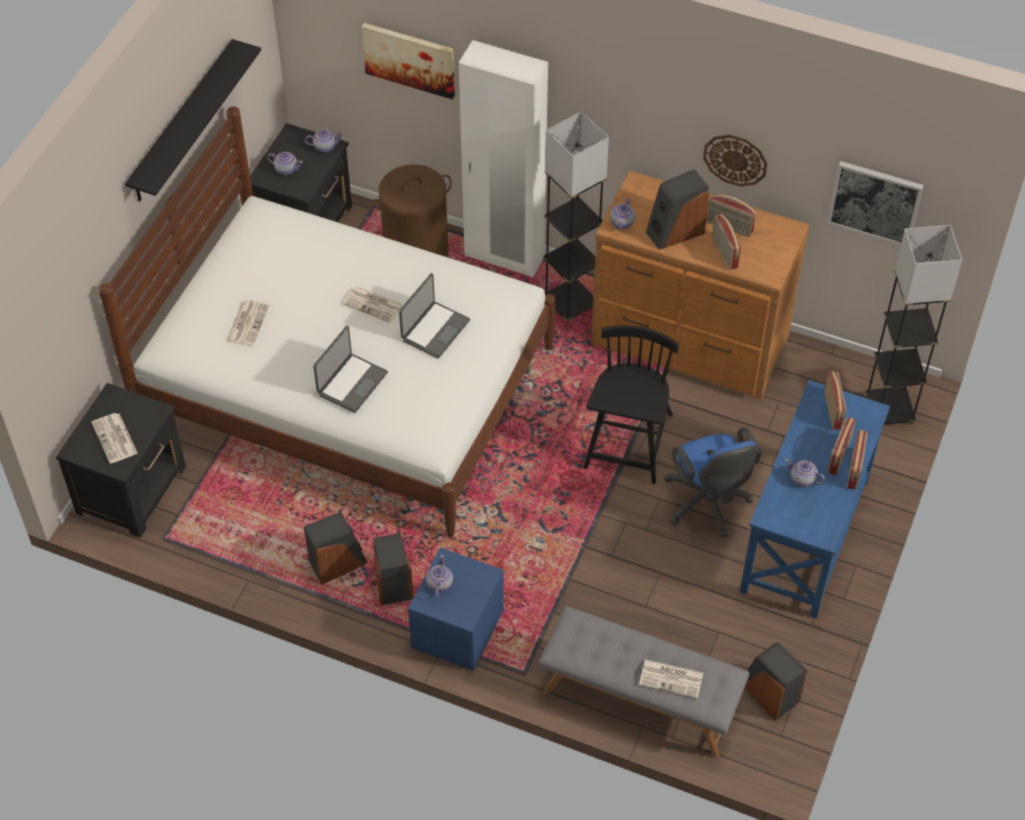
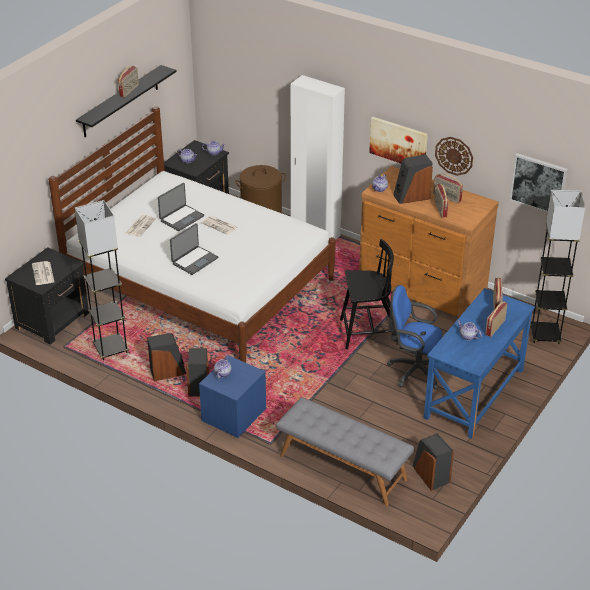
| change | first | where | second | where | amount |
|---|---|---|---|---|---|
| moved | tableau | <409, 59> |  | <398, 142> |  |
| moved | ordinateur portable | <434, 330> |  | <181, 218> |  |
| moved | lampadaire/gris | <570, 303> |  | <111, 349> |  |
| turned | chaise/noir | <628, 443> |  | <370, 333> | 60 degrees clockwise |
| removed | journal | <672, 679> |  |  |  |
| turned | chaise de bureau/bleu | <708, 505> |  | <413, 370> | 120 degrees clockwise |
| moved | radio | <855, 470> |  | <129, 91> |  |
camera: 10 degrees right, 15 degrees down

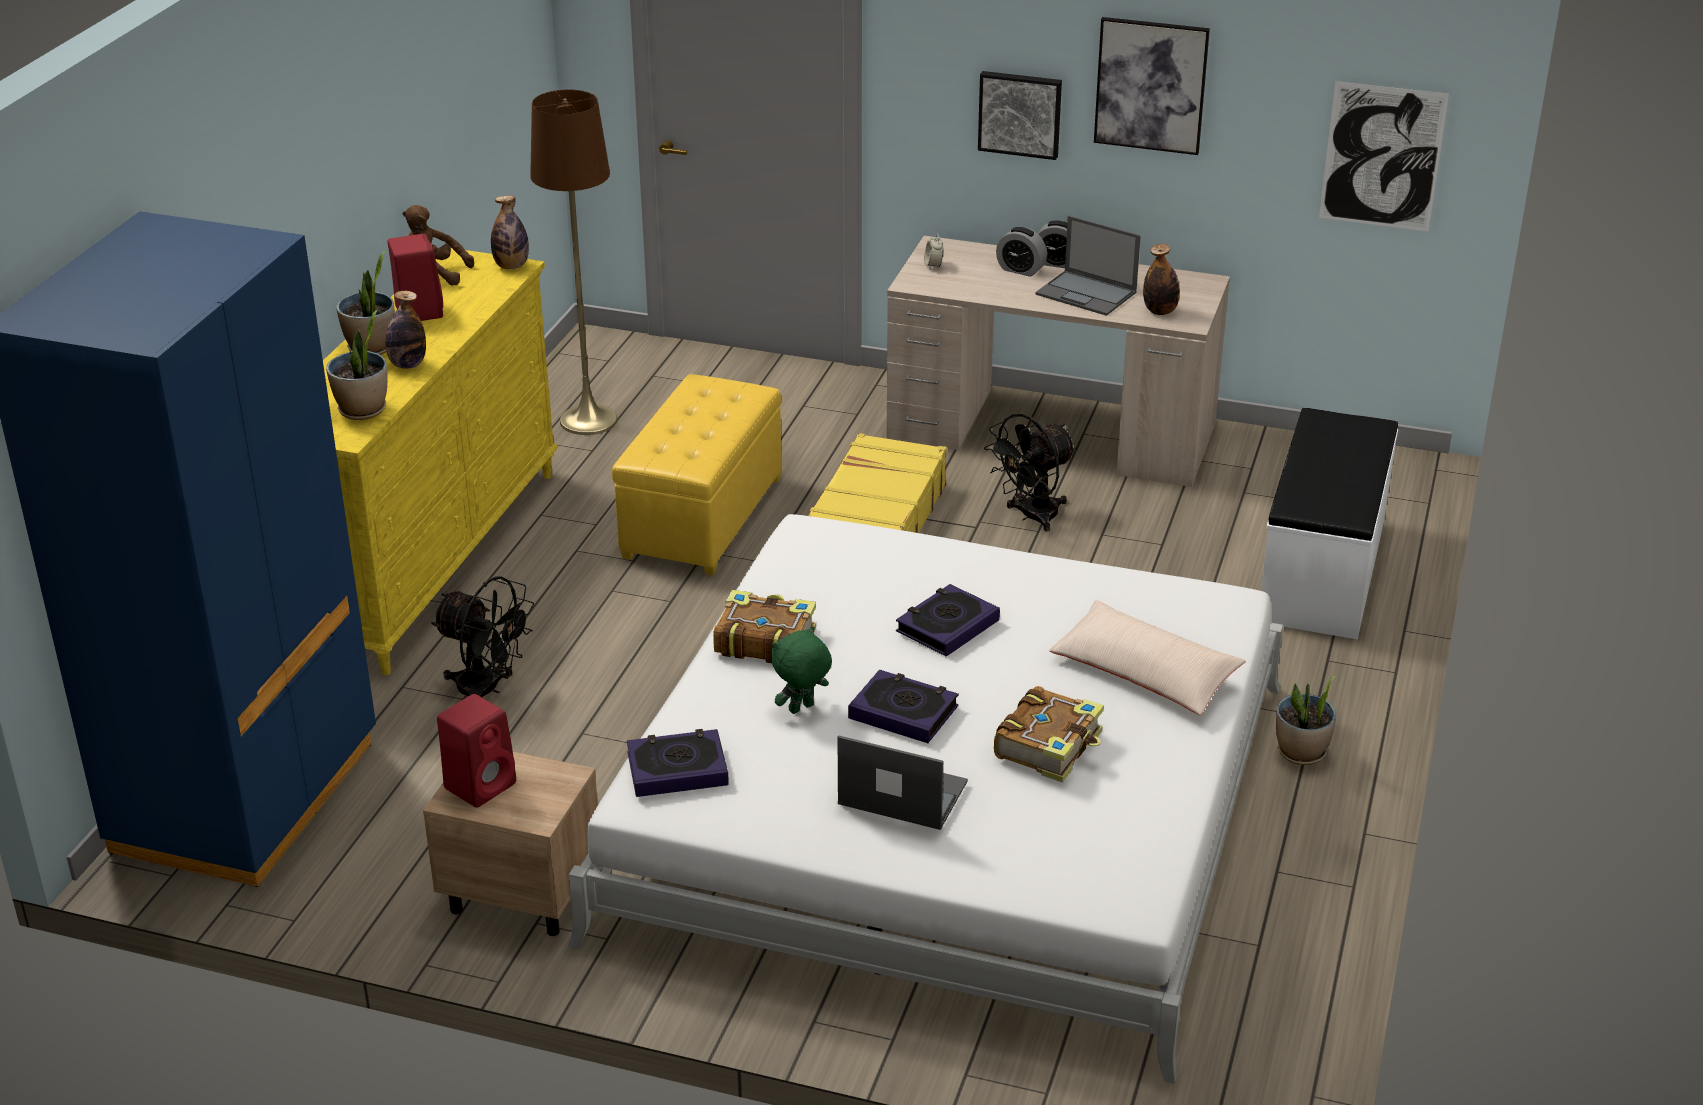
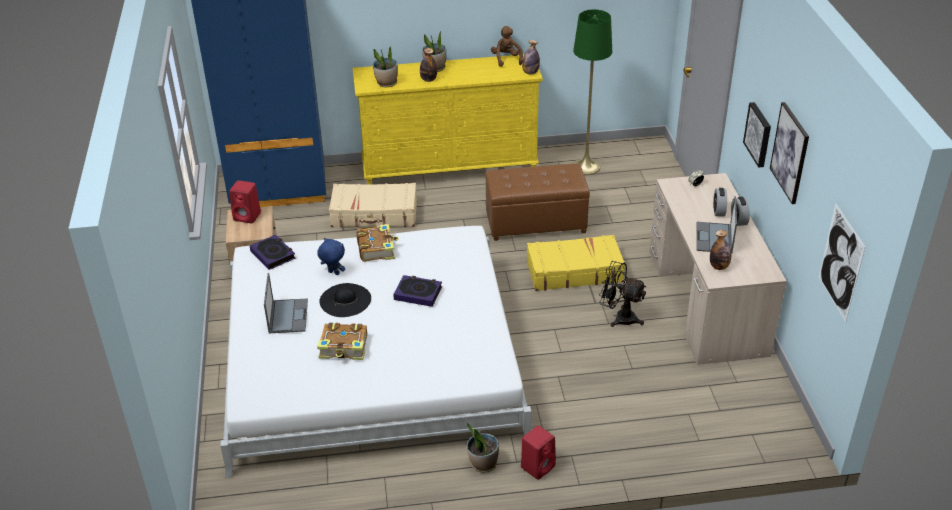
| change | first | where | second | where | amount |
|---|---|---|---|---|---|
| moved | enceinte/rouge | <418, 311> |  | <538, 466> |  |
| replaced | ventilateur/noir | <488, 690> | valise/beige | <374, 214> |  |
| recoloured | lampadaire/marron | <588, 420> | lampadaire/vert | <586, 167> |  |
| recoloured | pouf/jaune | <701, 517> | pouf/marron | <535, 222> |  |
| recoloured | peluche/vert | <802, 709> | peluche/bleu | <333, 273> |  |
| replaced | livre | <903, 712> | chapeau/noir | <345, 300> |  |
| removed | coussin/beige | <1145, 673> |  |  |  |
| removed | banc/blanc | <1324, 571> |  |  |  |
camera: 65 degrees right, 5 degrees up

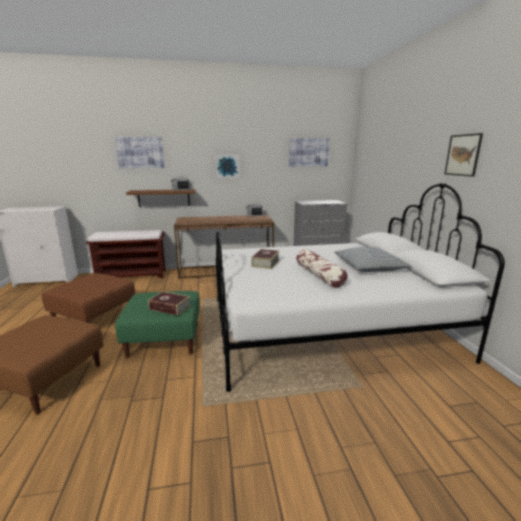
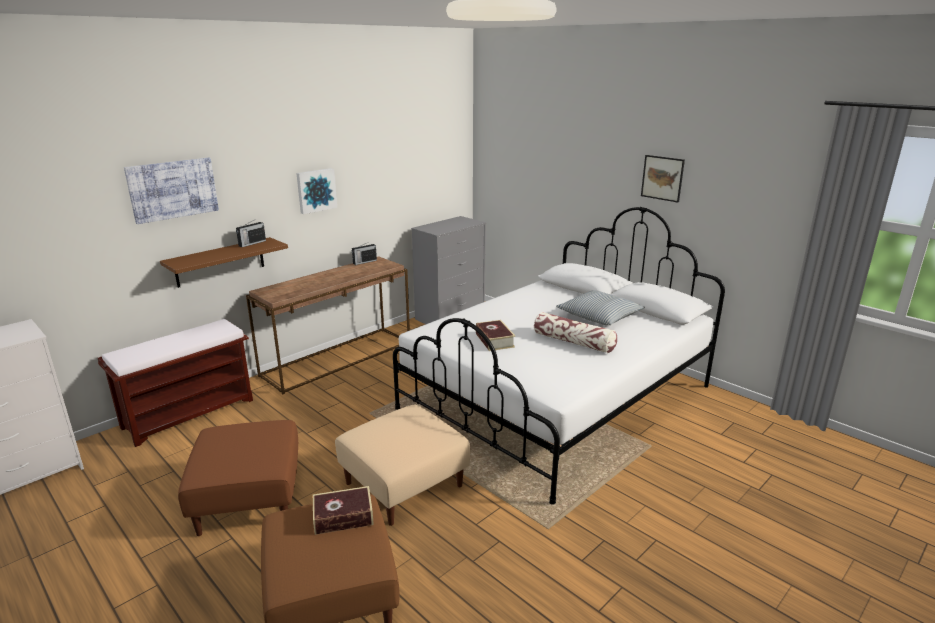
| change | first | where | second | where | amount |
|---|---|---|---|---|---|
| recoloured | pouf/vert | <164, 340> | pouf/beige | <404, 485> |  |
| moved | livre | <170, 307> |  | <343, 517> |  |
| removed | tableau | <308, 152> |  |  |  |
camera: 35 degrees left, 5 degrees up

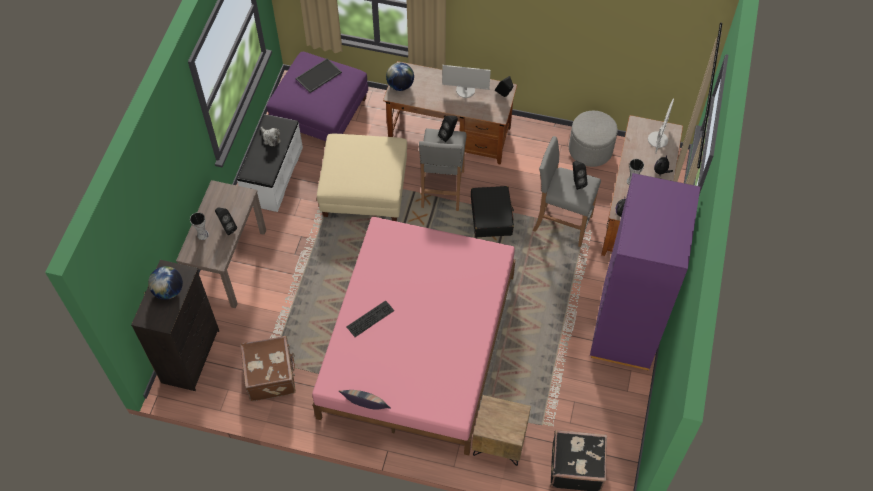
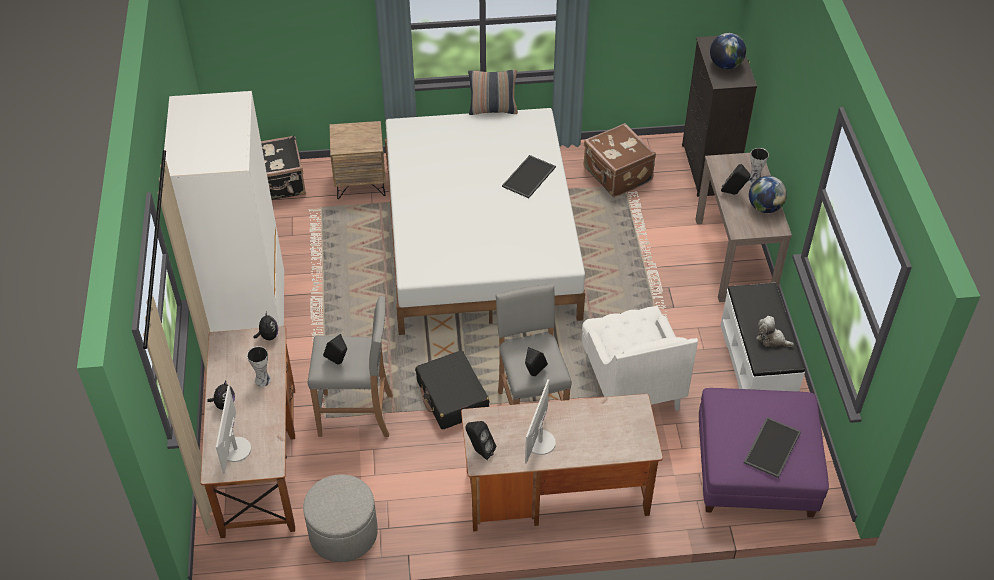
| change | first | where | second | where | amount |
|---|---|---|---|---|---|
| recoloured | lit/rose | <417, 345> | lit/blanc | <480, 239> |  |
| replaced | pouf/beige | <365, 189> | fauteuil/blanc | <631, 383> |  |
| replaced | clavier | <370, 317> | plateau | <529, 177> |  |
| moved | globe | <400, 85> |  | <764, 207> |  |
| turned | écran d'ordinateur | <465, 90> |  | <539, 442> | 60 degrees counterclockwise |
| recoloured | armoire/violet | <625, 328> | armoire/blanc | <248, 317> |  |
camera: 160 degrees right, 10 degrees down

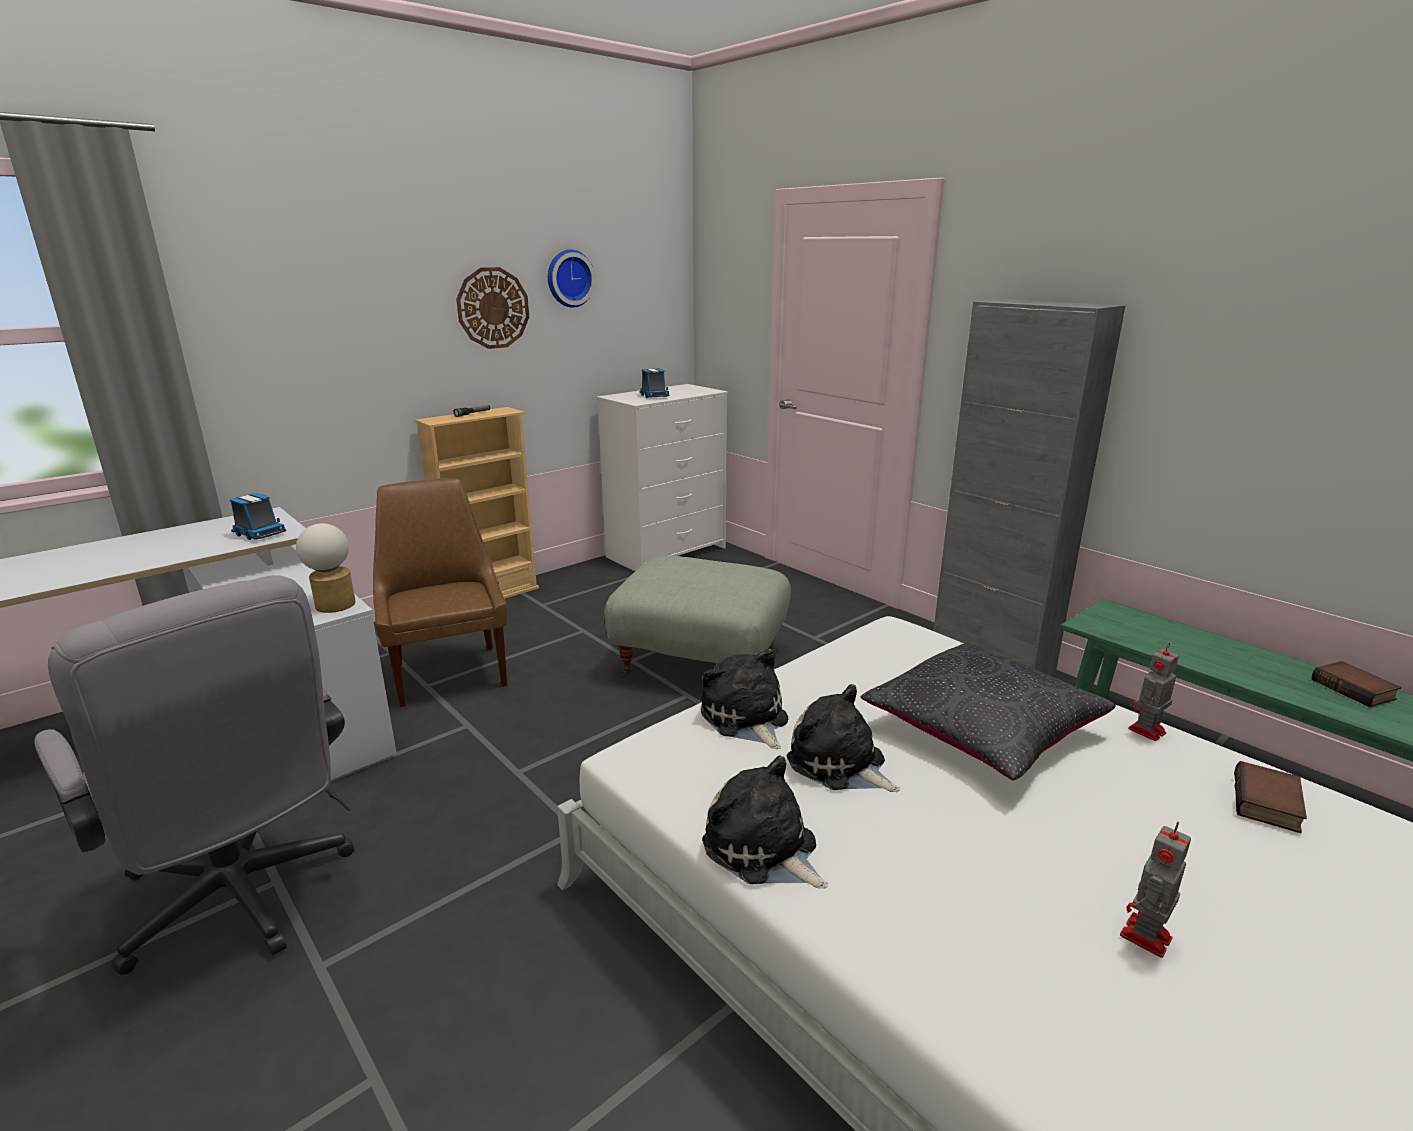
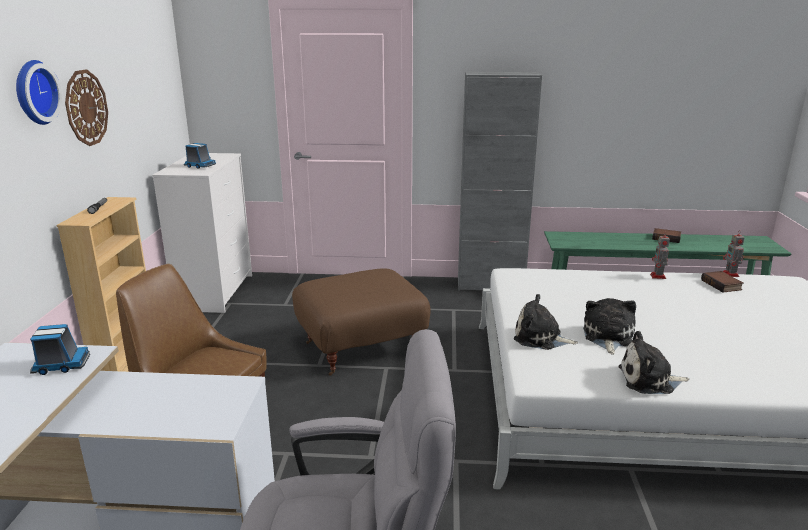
| change | first | where | second | where | amount |
|---|---|---|---|---|---|
| removed | lampe de table | <334, 602> |  |  |  |
| moved | horloge murale | <569, 278> |  | <33, 92> |  |
| recoloured | pouf/gris | <702, 662> | pouf/marron | <361, 347> |  |
| turned | peluche | <840, 765> |  | <607, 337> | 105 degrees clockwise |
| removed | coussin/noir | <982, 729> |  |  |  |
| moved | robot jouet | <1145, 938> |  | <730, 275> |  |
camera: 45 degrees left, 0 degrees up

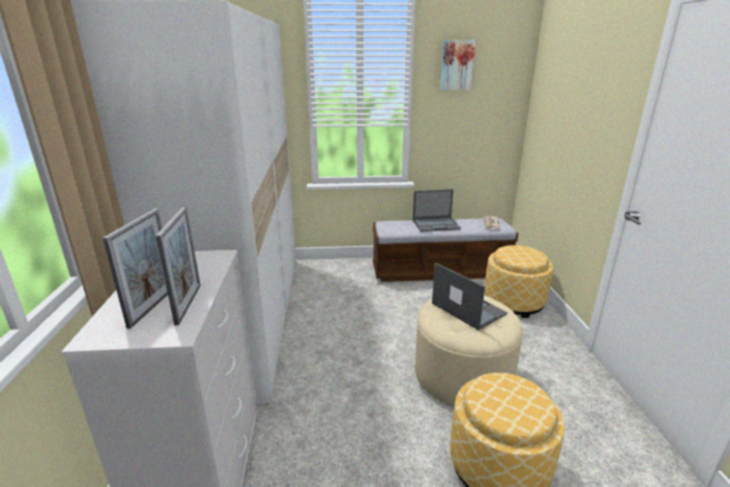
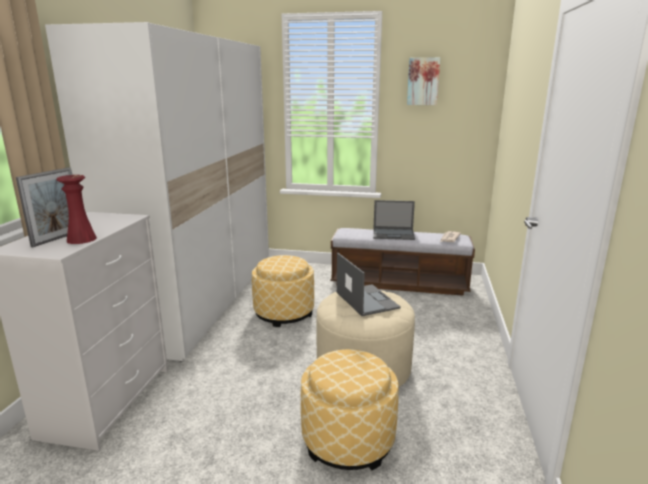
| change | first | where | second | where | amount |
|---|---|---|---|---|---|
| replaced | cadre photo | <188, 304> | vase/rouge | <81, 239> |  |
| moved | pouf | <513, 302> |  | <284, 313> |  |
camera: 15 degrees right, 5 degrees down

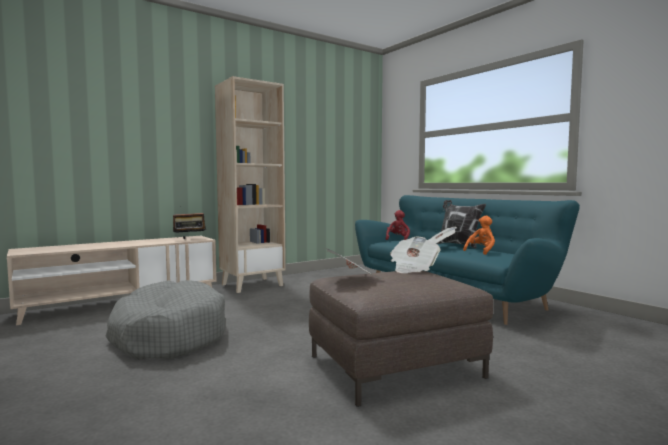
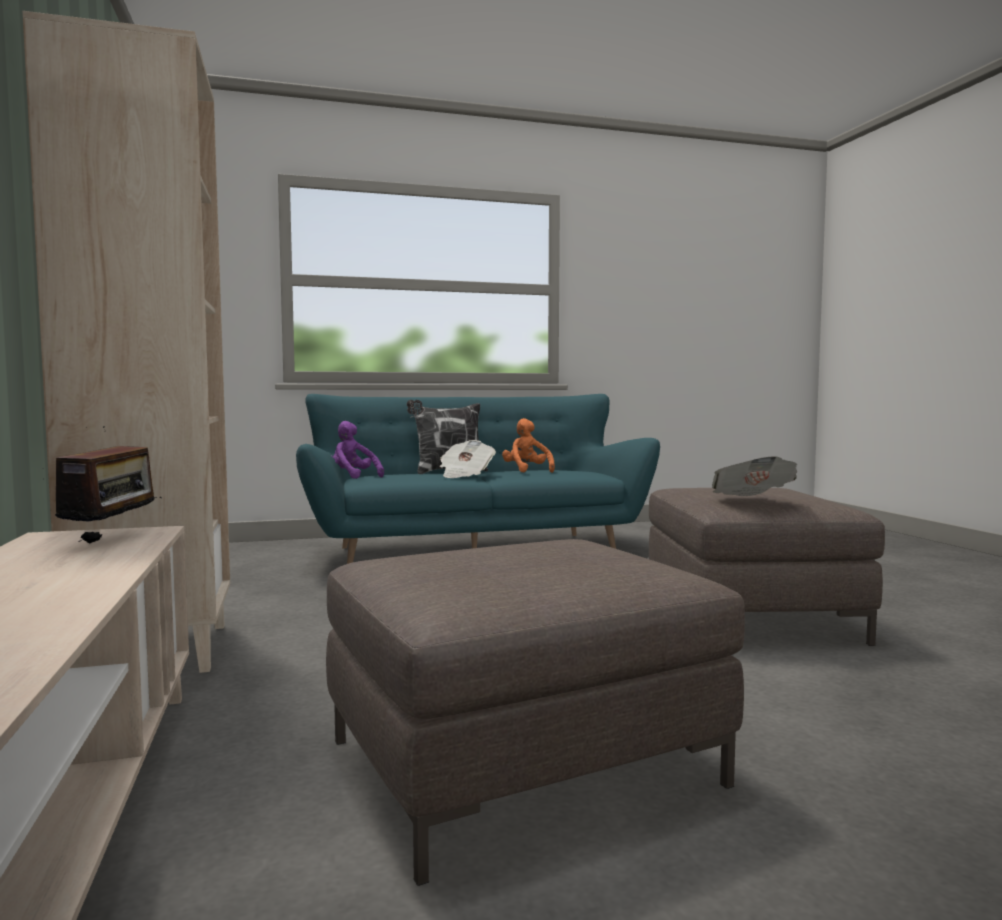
| change | first | where | second | where | amount |
|---|---|---|---|---|---|
| replaced | panier pour chien/gris | <169, 335> | pouf/marron | <522, 762> |  |
| recoloured | peluche/rouge | <397, 239> | peluche/violet | <352, 477> |  |
| removed | journal | <413, 269> |  |  |  |
camera: 70 degrees left, 0 degrees up

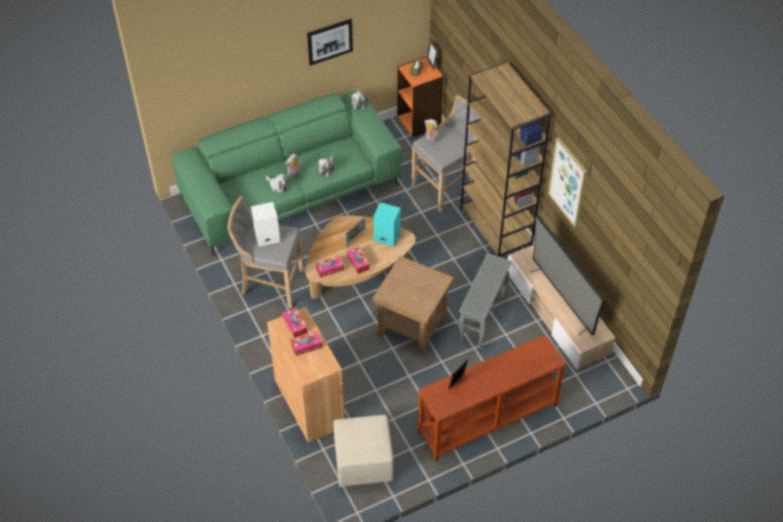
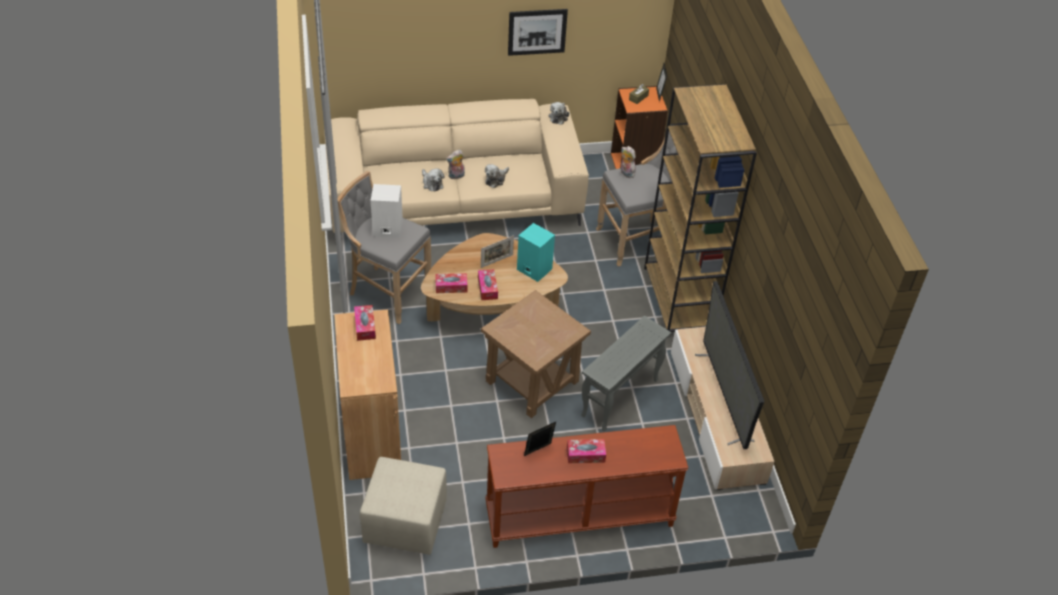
| change | first | where | second | where | amount |
|---|---|---|---|---|---|
| recoloured | canapé/vert | <290, 191> | canapé/beige | <454, 201> |  |
| moved | boîte à mouchoirs | <306, 346> |  | <585, 455> |  |
| removed | tableau | <568, 182> |  |  |  |
camera: 15 degrees right, 5 degrees down

